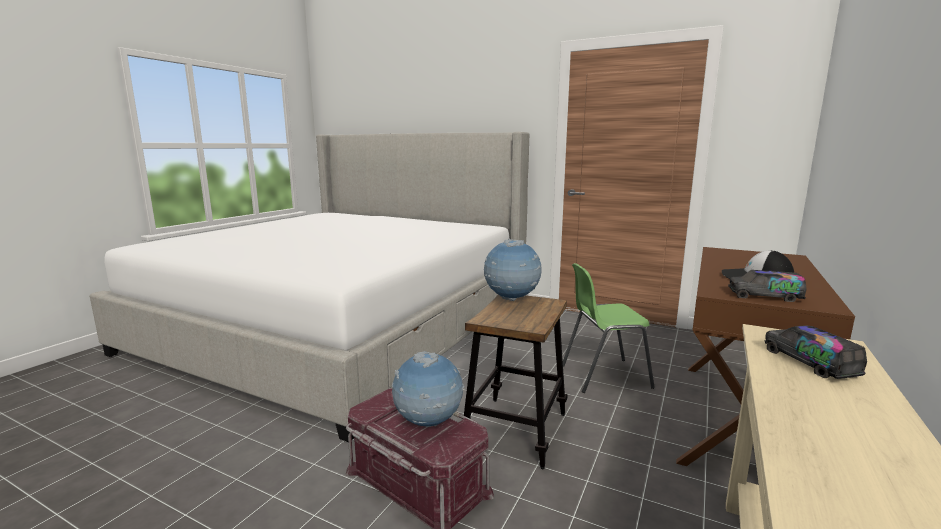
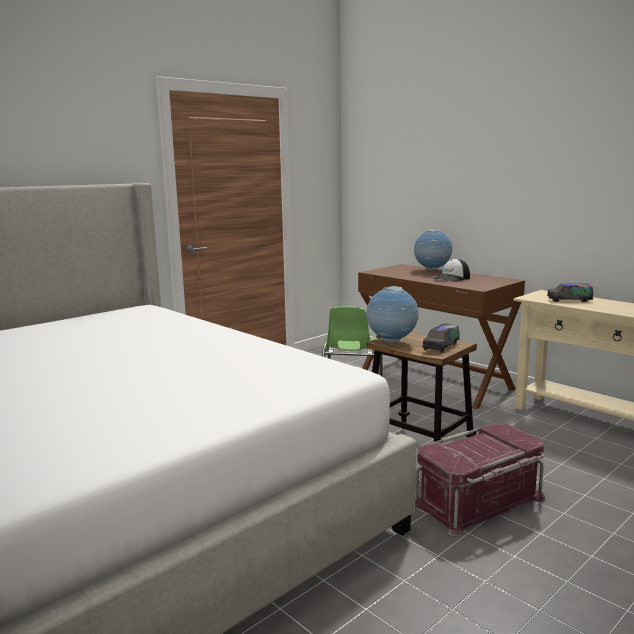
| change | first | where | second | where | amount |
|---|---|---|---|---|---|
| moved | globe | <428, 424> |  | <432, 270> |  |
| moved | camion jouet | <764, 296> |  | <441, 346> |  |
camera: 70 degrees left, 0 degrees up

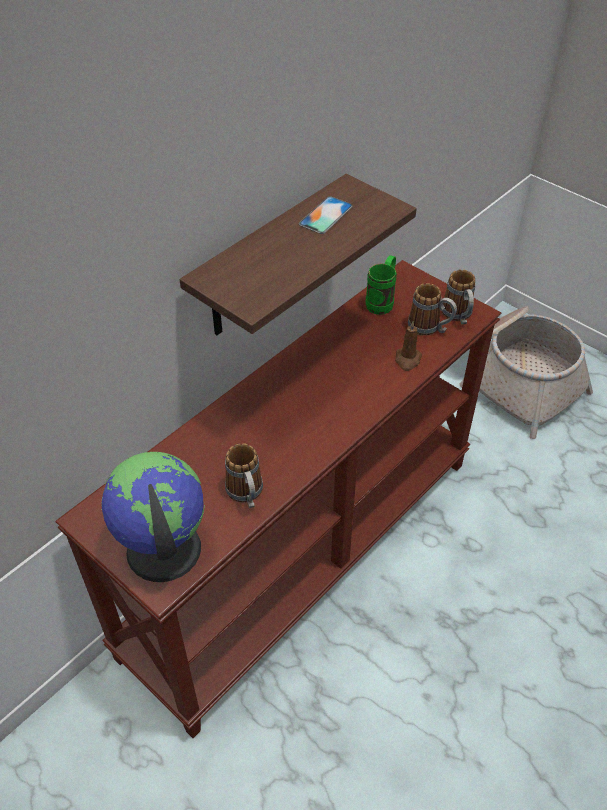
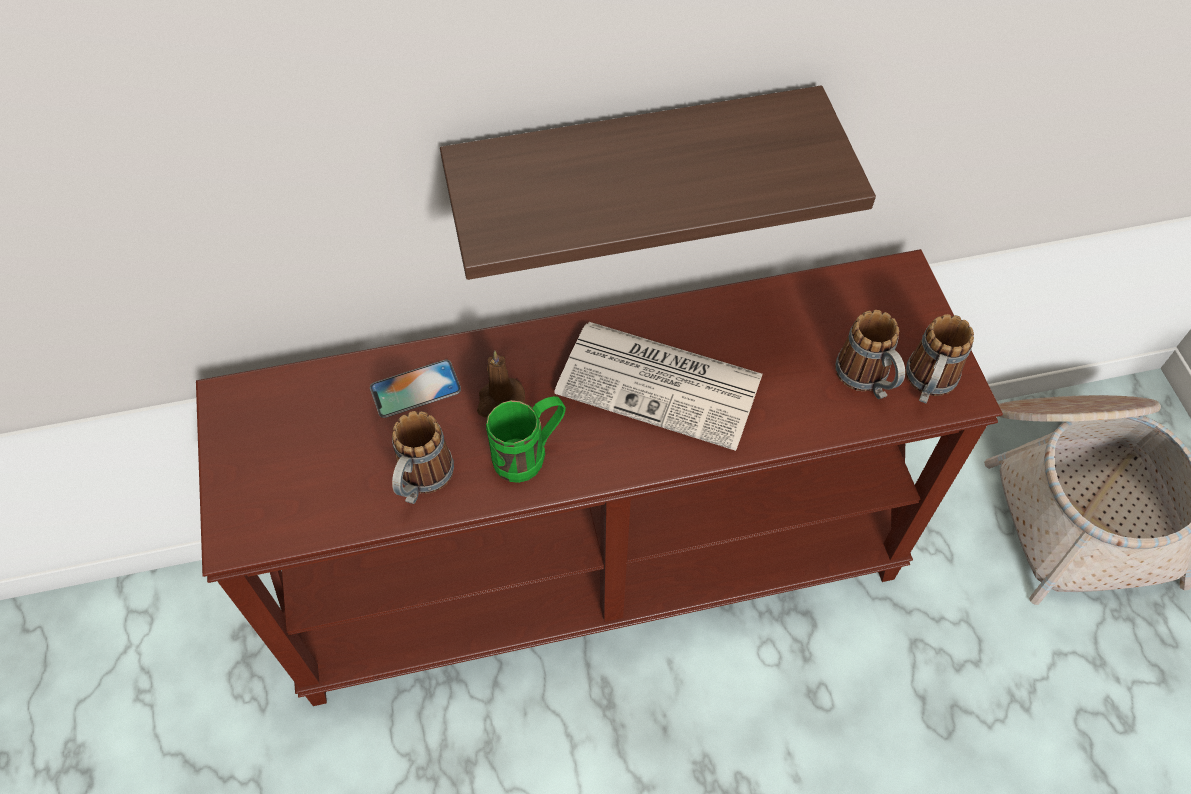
| change | first | where | second | where | amount |
|---|---|---|---|---|---|
| removed | globe | <162, 550> |  |  |  |
| moved | téléphone | <326, 215> |  | <415, 389> |  |
| moved | mug/vert | <382, 301> |  | <530, 455> |  |
| moved | bougie/marron | <407, 360> |  | <499, 400> |  |
| added |  |  | journal | <662, 384> |  |
camera: 35 degrees right, 10 degrees up

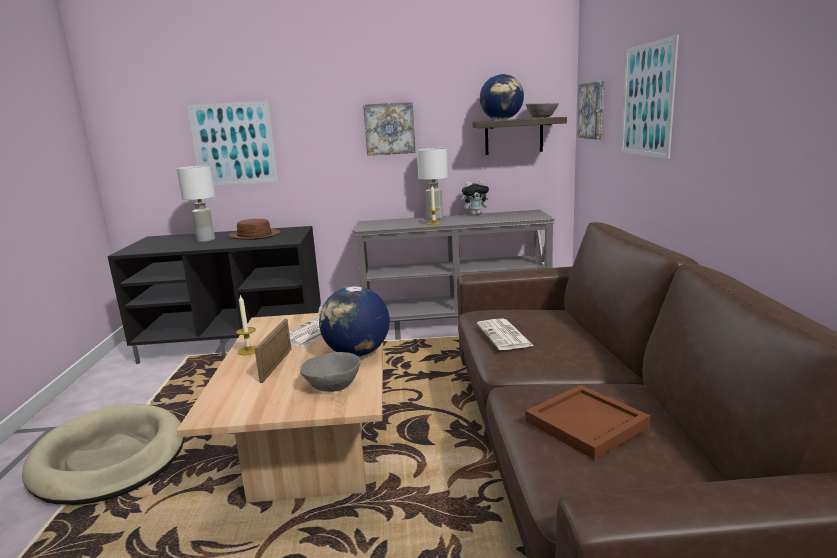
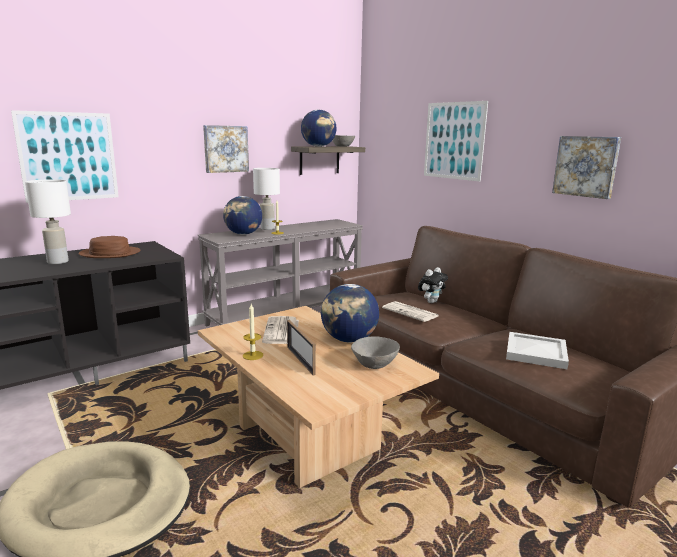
| change | first | where | second | where | amount |
|---|---|---|---|---|---|
| moved | peluche | <476, 214> |  | <431, 302> |  |
| recoloured | plateau/marron | <588, 424> | plateau/blanc | <537, 352> |  |
| moved | tableau | <593, 110> |  | <586, 166> |  |
| added |  |  | globe | <243, 234> |  |
camera: 35 degrees left, 0 degrees up

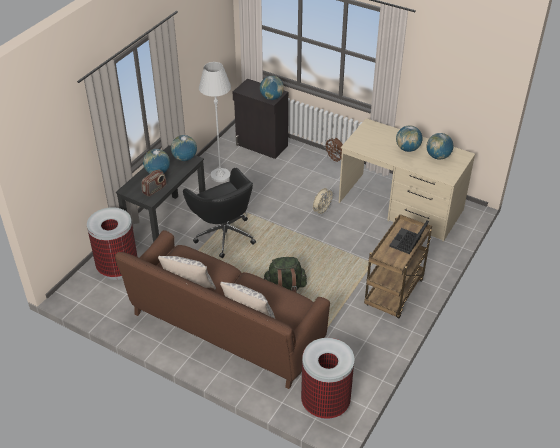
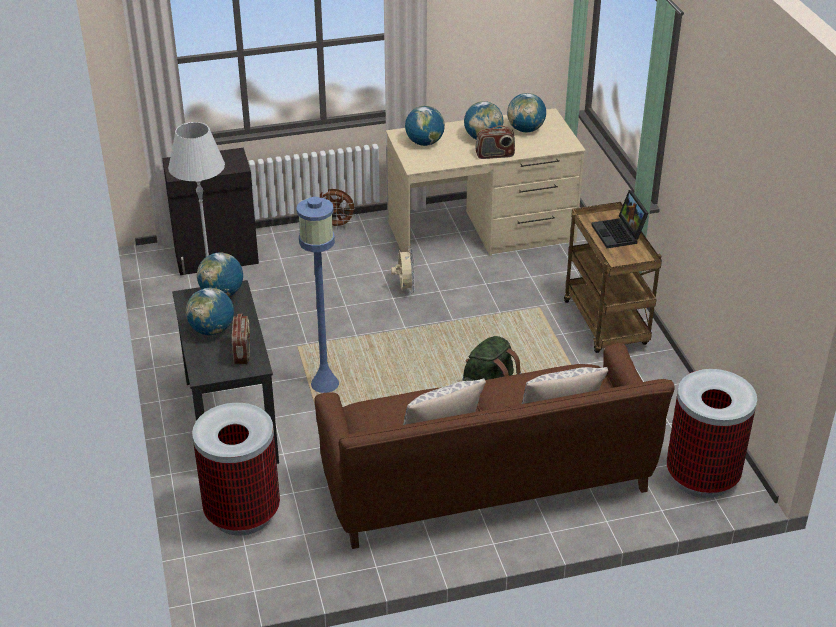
| change | first | where | second | where | amount |
|---|---|---|---|---|---|
| replaced | chaise de bureau/noir | <224, 234> | lampadaire/bleu | <325, 384> |  |
| moved | globe | <271, 98> |  | <424, 143> |  |
| added |  |  | radio | <495, 155> |  |
camera: 45 degrees left, 5 degrees down

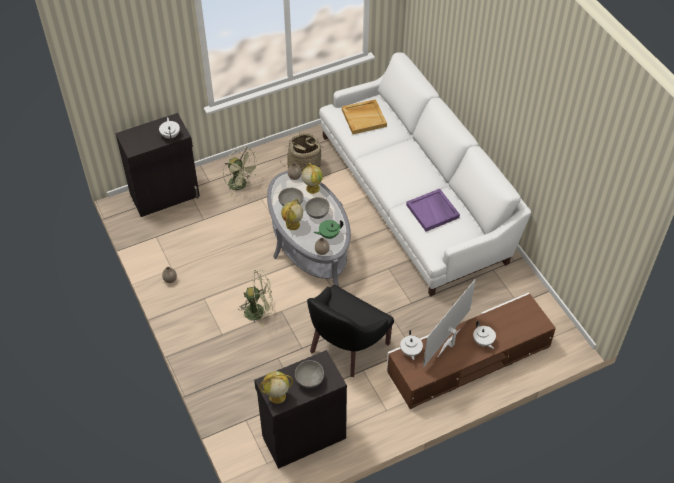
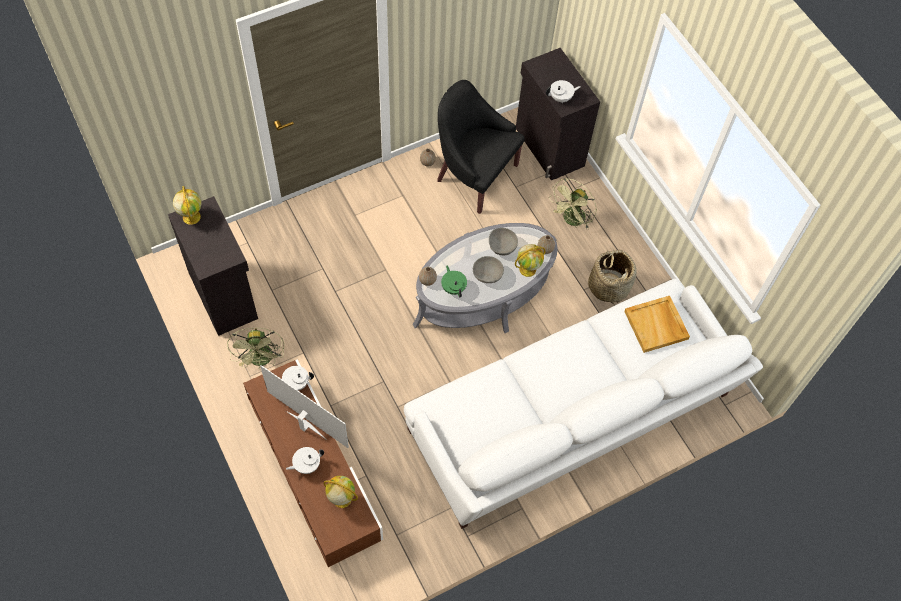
| change | first | where | second | where | amount |
|---|---|---|---|---|---|
| moved | ventilateur/vert | <259, 311> |  | <261, 360> |  |
| moved | globe | <293, 225> |  | <341, 499> |  |
| removed | bol/gris | <309, 379> |  |  |  |
| moved | fauteuil/noir | <345, 346> |  | <474, 175> |  |
| removed | plateau/violet | <433, 211> |  |  |  |
camera: 85 degrees right, 10 degrees up

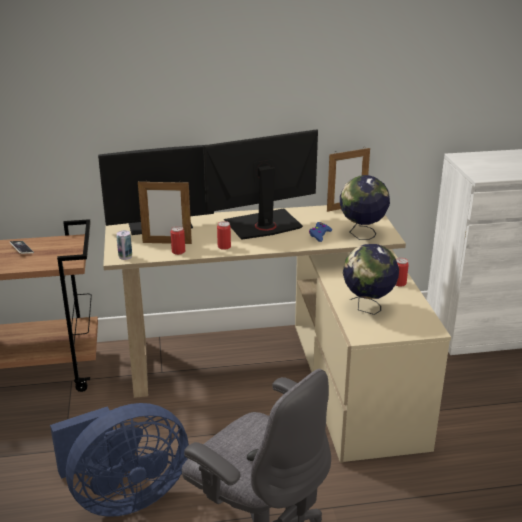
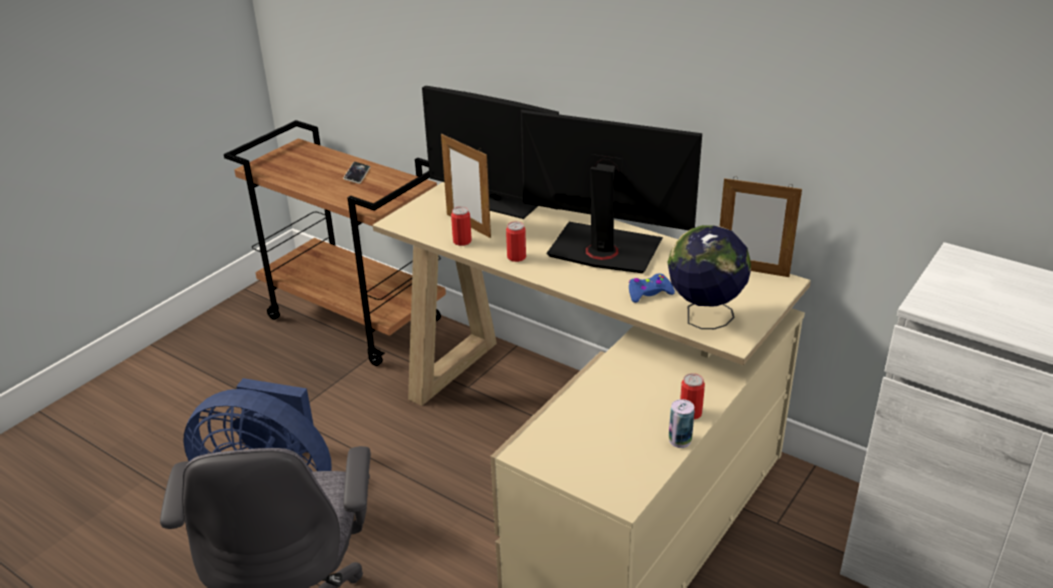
| change | first | where | second | where | amount |
|---|---|---|---|---|---|
| moved | boîte métallique | <125, 256> |  | <680, 440> |  |
| removed | globe | <367, 308> |  |  |  |
camera: 45 degrees right, 5 degrees up

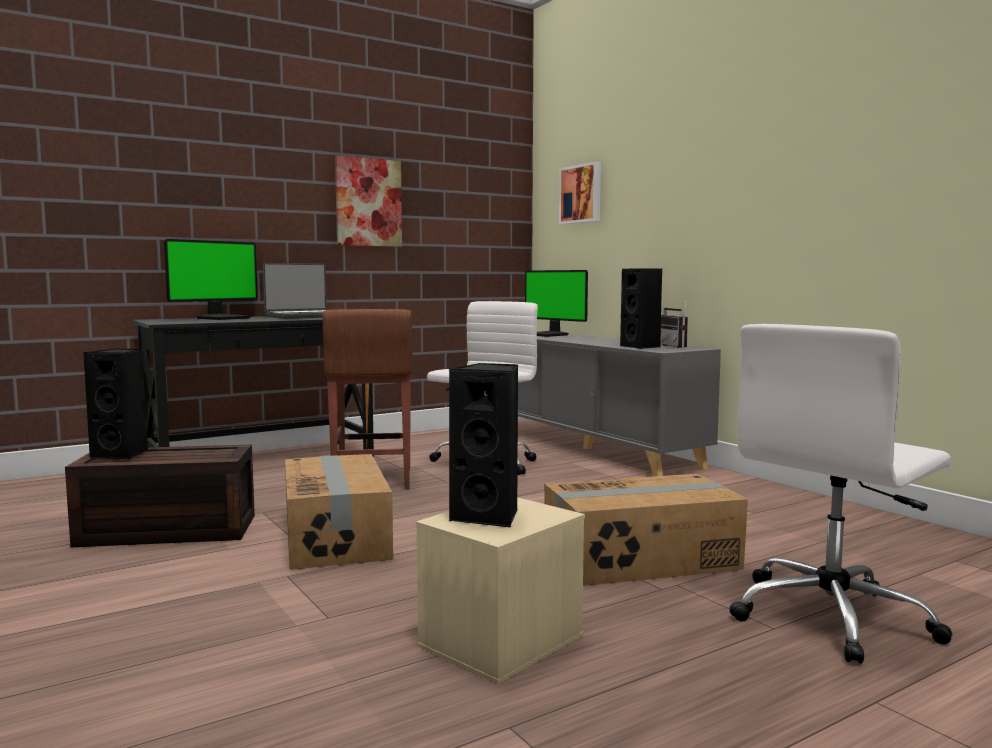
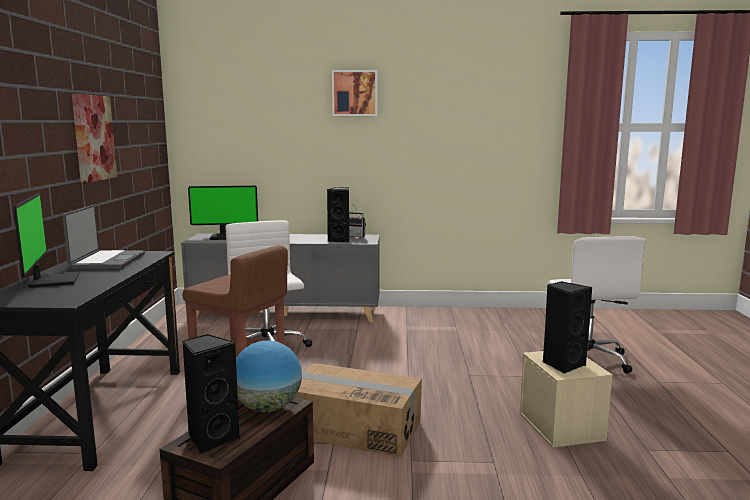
| change | first | where | second | where | amount |
|---|---|---|---|---|---|
| removed | carton | <641, 559> |  |  |  |
| moved | tableau | <581, 194> |  | <355, 93> |  |
| added |  |  | globe | <267, 408> |  |
camera: 55 degrees left, 5 degrees up

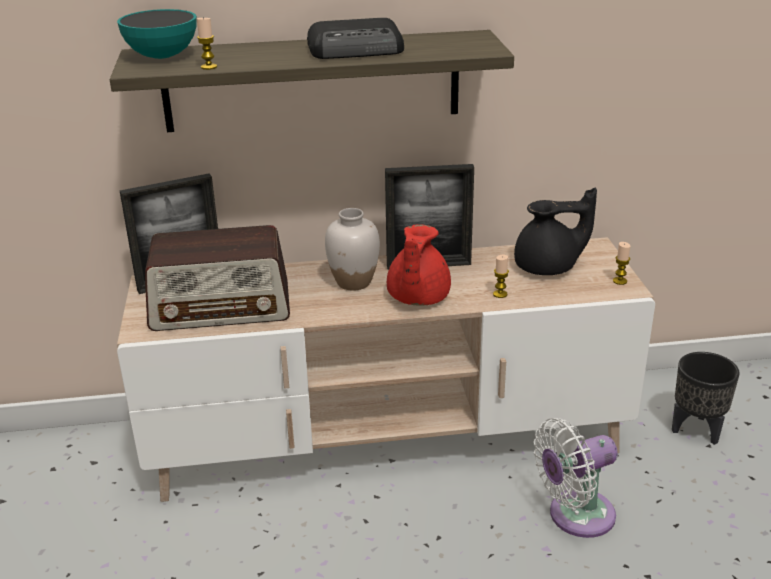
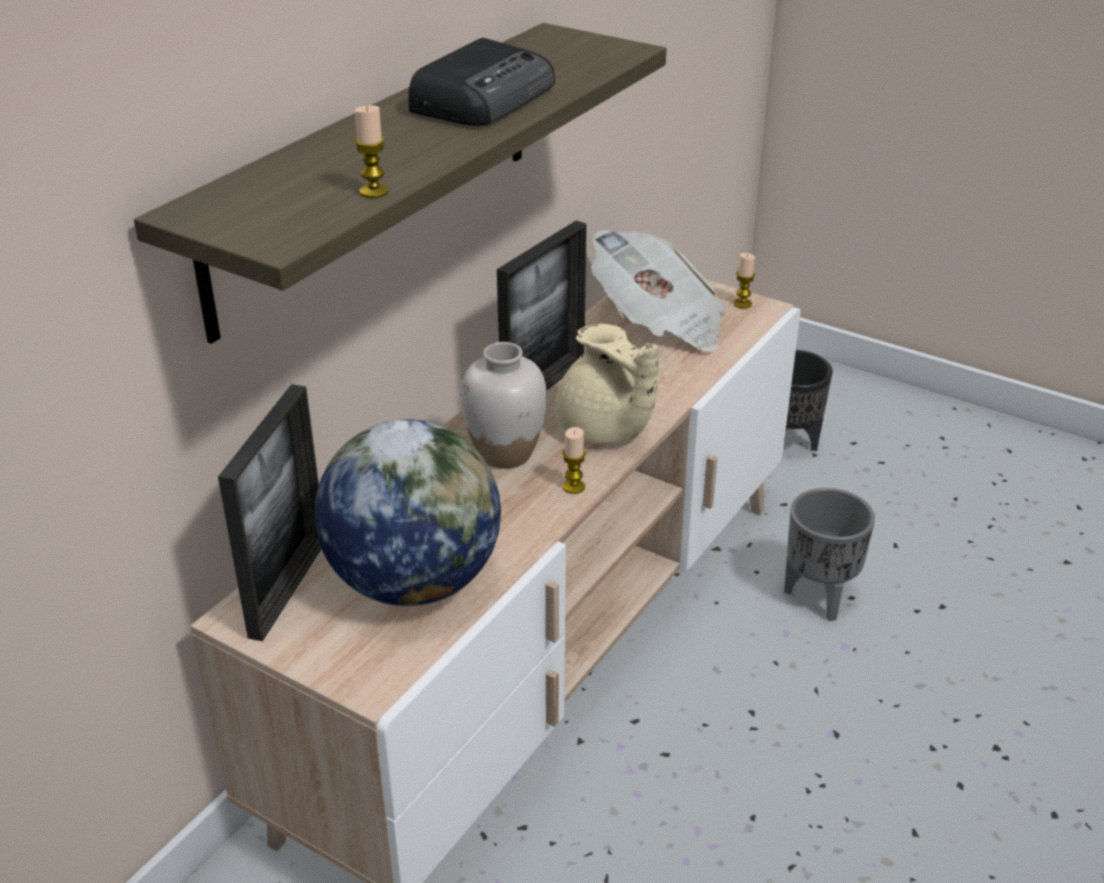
| change | first | where | second | where | amount |
|---|---|---|---|---|---|
| removed | bol | <162, 57> |  |  |  |
| replaced | radio | <221, 307> | globe | <414, 582> |  |
| recoloured | théière/rouge | <417, 298> | théière/beige | <605, 430> |  |
| moved | bougie | <500, 294> |  | <573, 487> |  |
| replaced | théière/noir | <548, 267> | journal | <659, 324> |  |
| replaced | ventilateur/blanc | <575, 516> | cache-pot/gris | <820, 597> |  |
camera: 50 degrees left, 5 degrees up

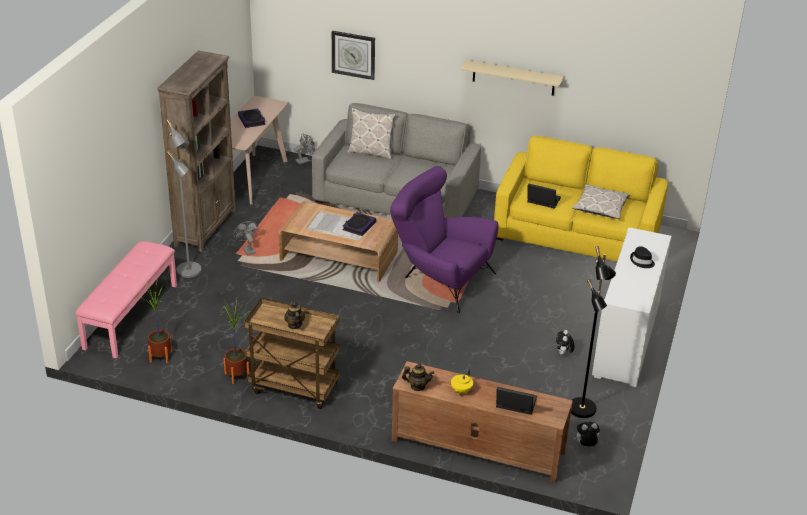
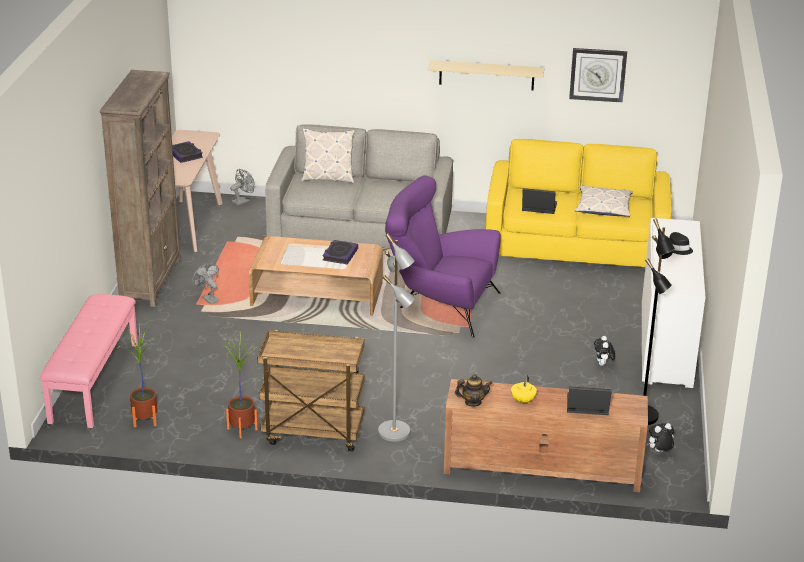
| change | first | where | second | where | amount |
|---|---|---|---|---|---|
| moved | lampadaire/gris | <190, 270> |  | <395, 432> |  |
| removed | théière | <294, 325> |  |  |  |
| moved | horloge murale | <353, 54> |  | <598, 74> |  |
camera: 10 degrees left, 5 degrees down

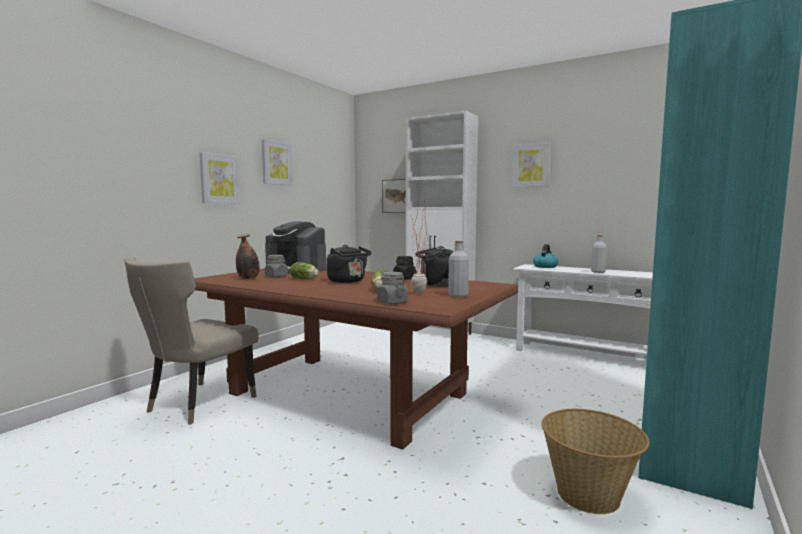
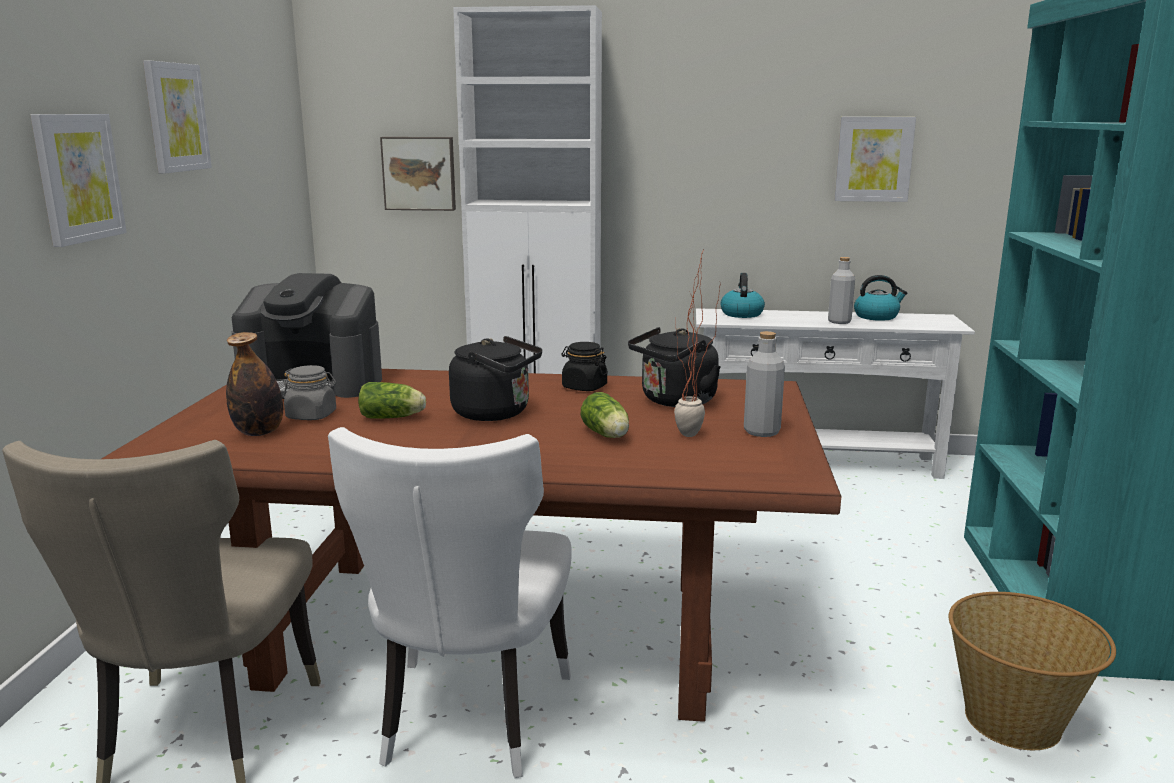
| change | first | where | second | where | amount |
|---|---|---|---|---|---|
| removed | bocal/gris | <392, 302> |  |  |  |
| moved | tableau | <531, 165> |  | <873, 159> |  |
| added |  |  | chaise/blanc | <468, 721> |  |
| added |  |  | bouilloire | <877, 316> |  |
camera: 25 degrees left, 10 degrees up

